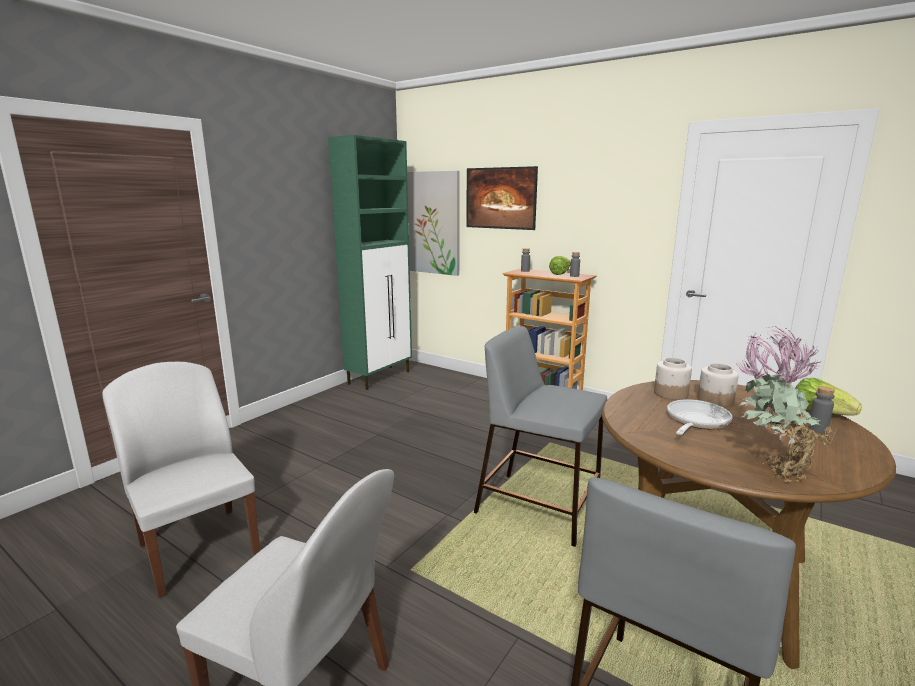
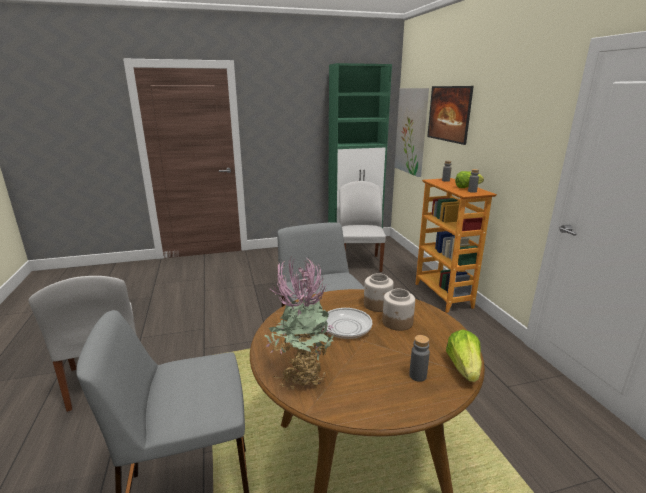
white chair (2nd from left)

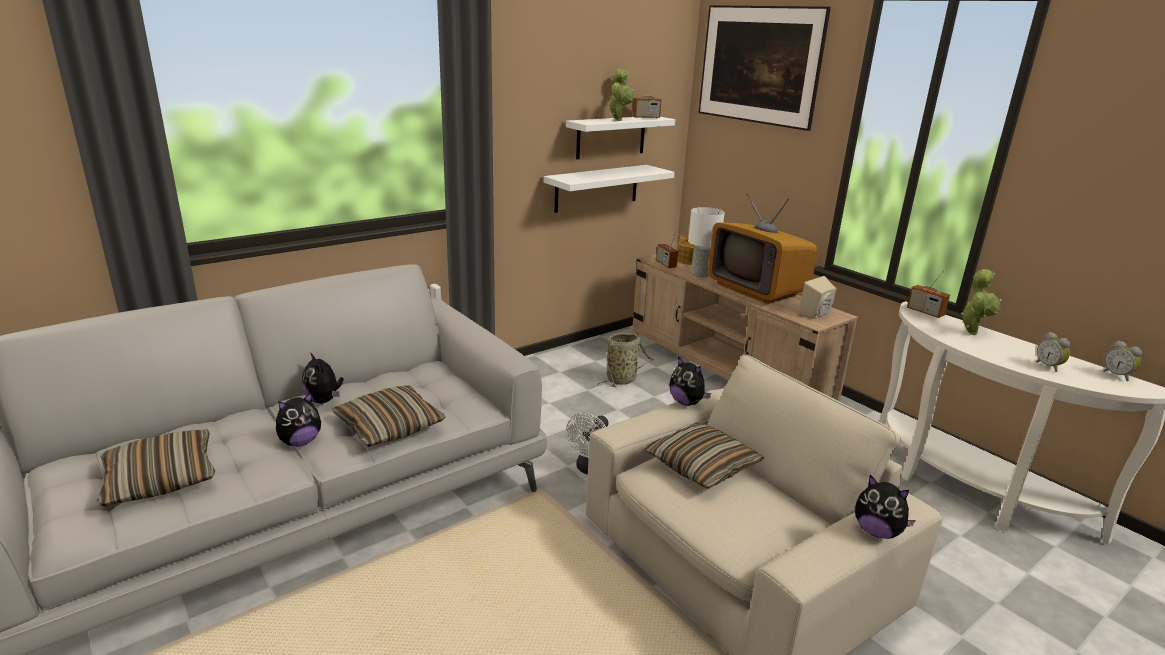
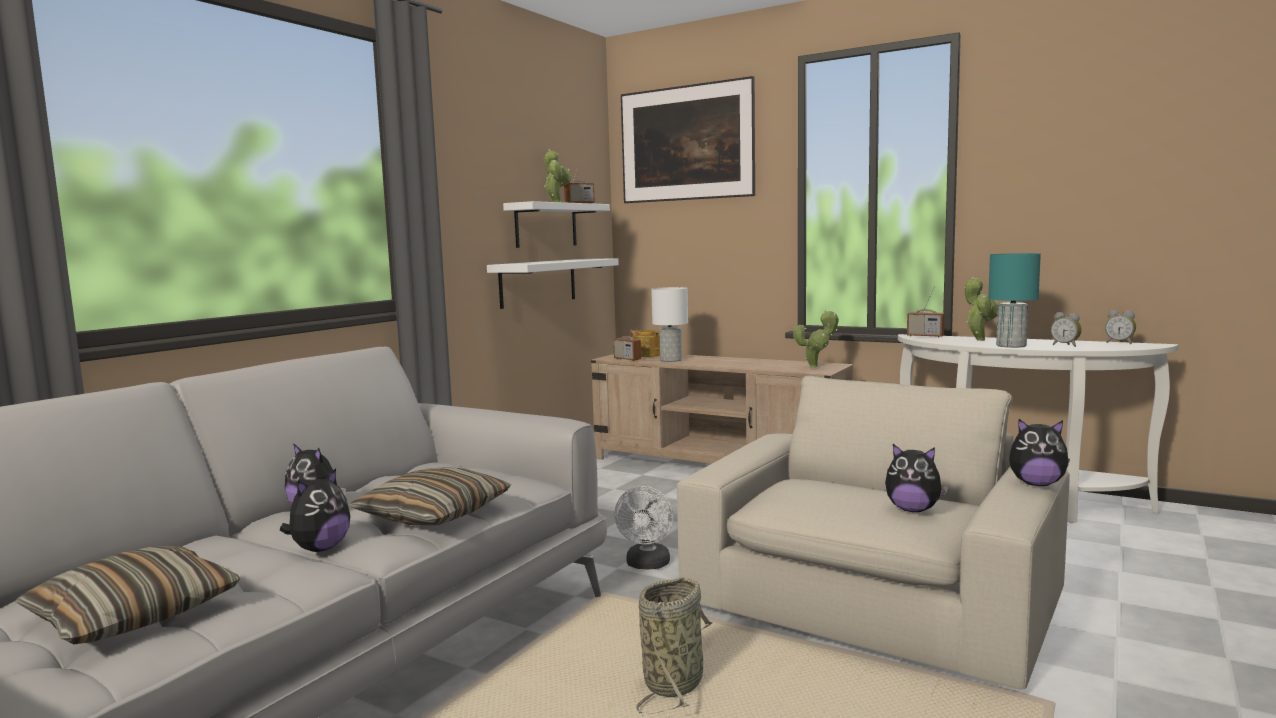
television; potted plant (2nd from left); basket; plush toy (3rd from left); pillow (3rd from left in the first image); turquoise table lamp

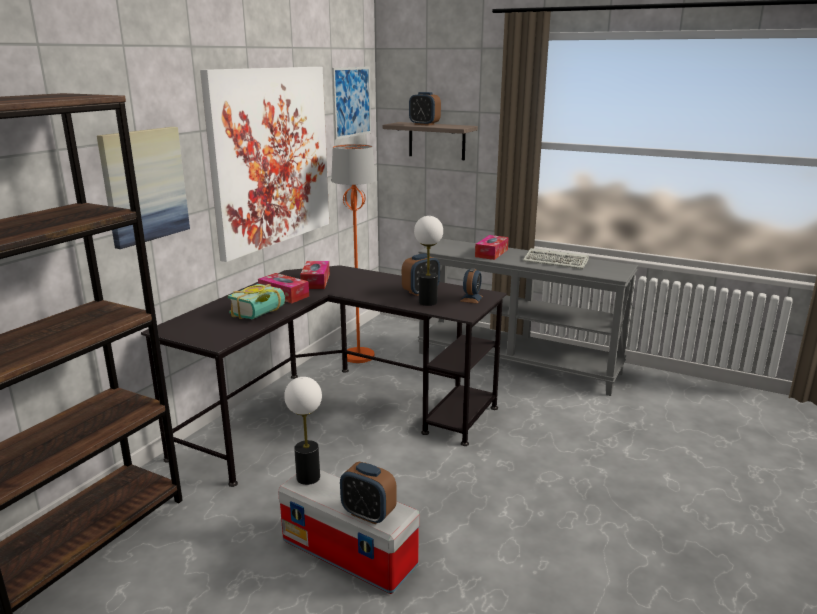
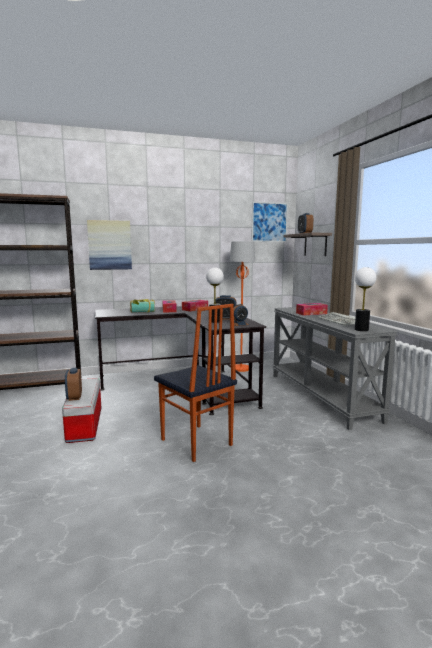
picture (2nd from left in the first image); table lamp (2nd from left); chair

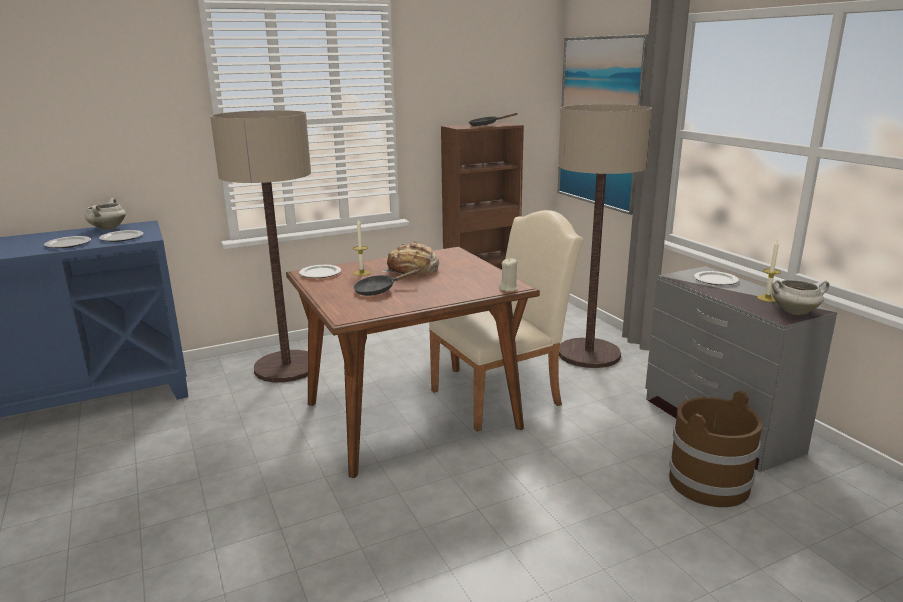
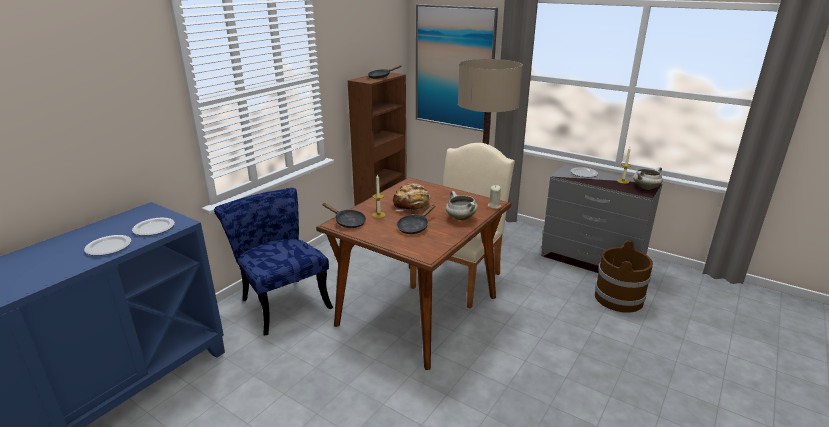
blue chair; white cooking pot (1st from left); black frying pan (1st from left)

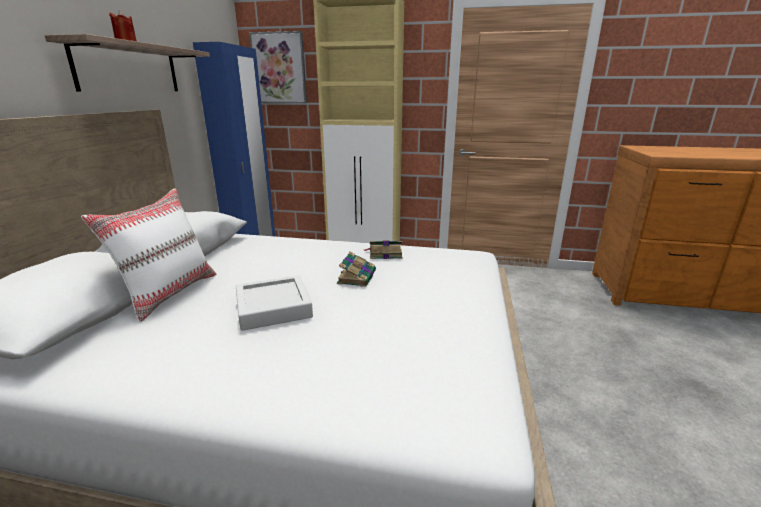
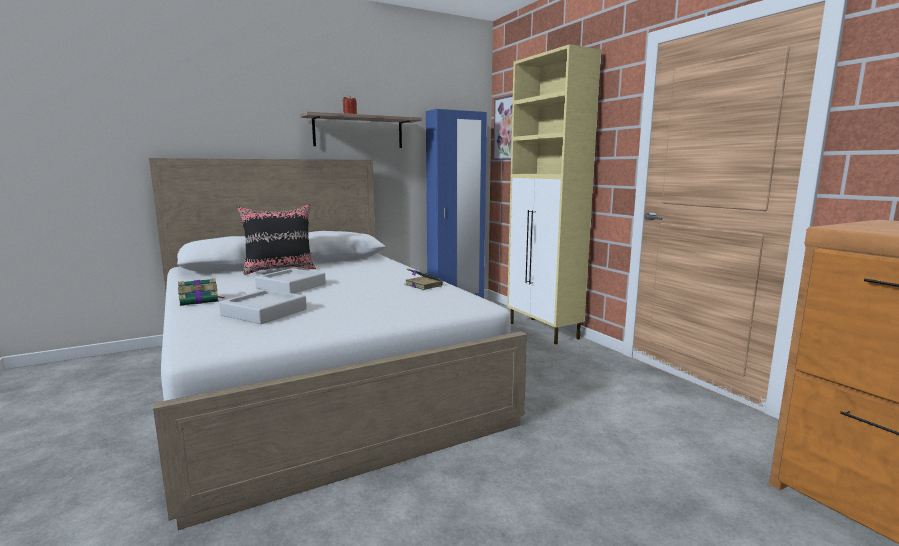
black pillow; book (1st from left); grey tray (1st from left)

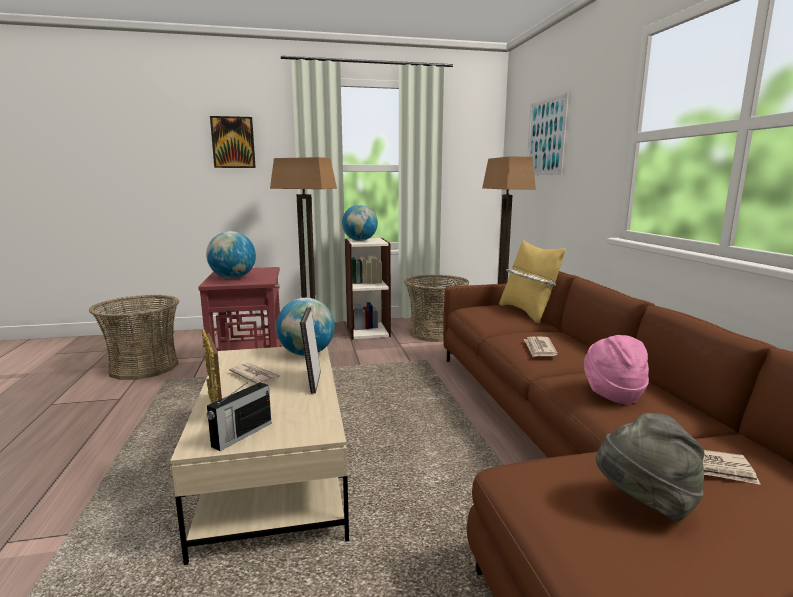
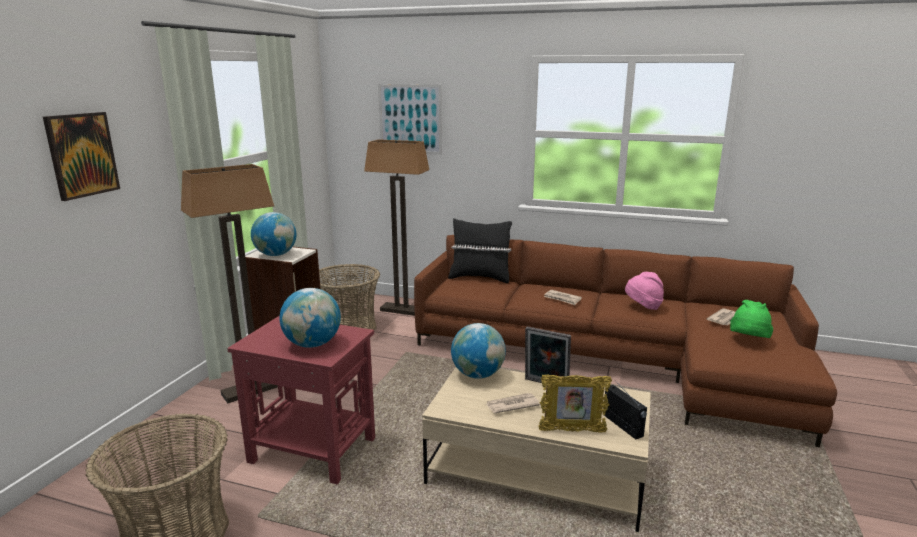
black pillow; green hat

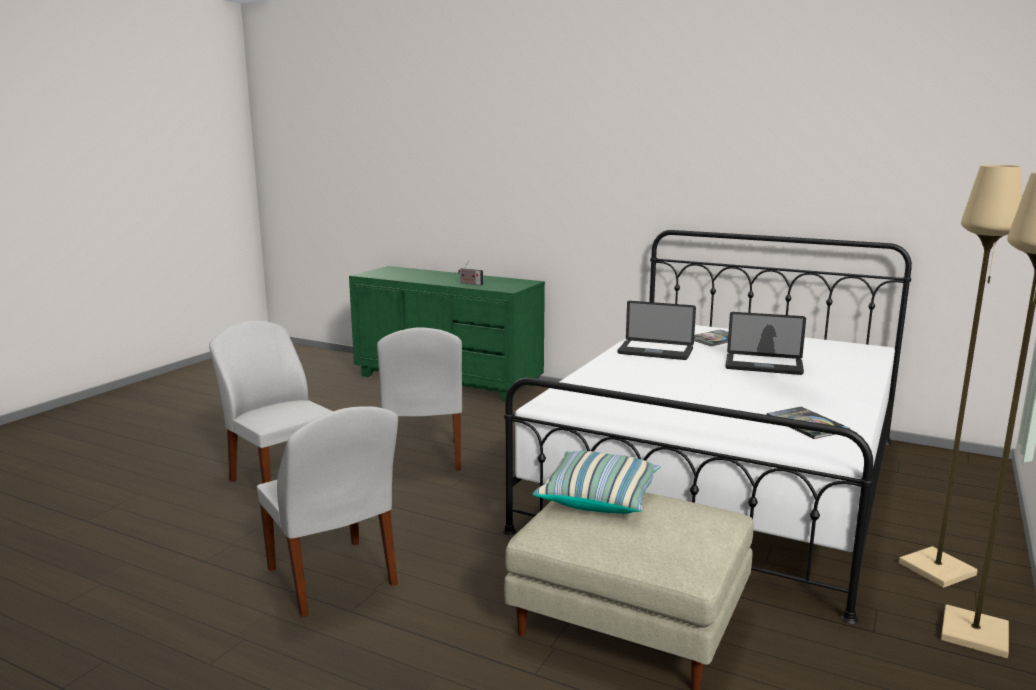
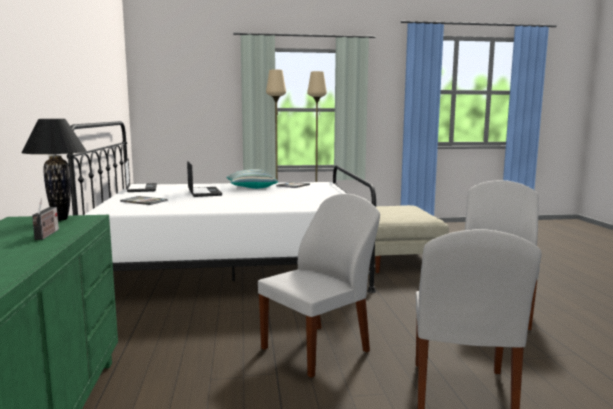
laptop (1st from left); pillow; black table lamp

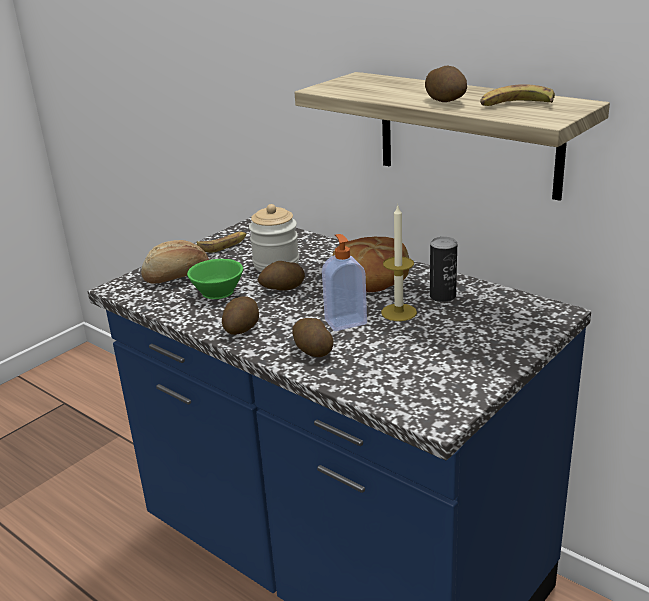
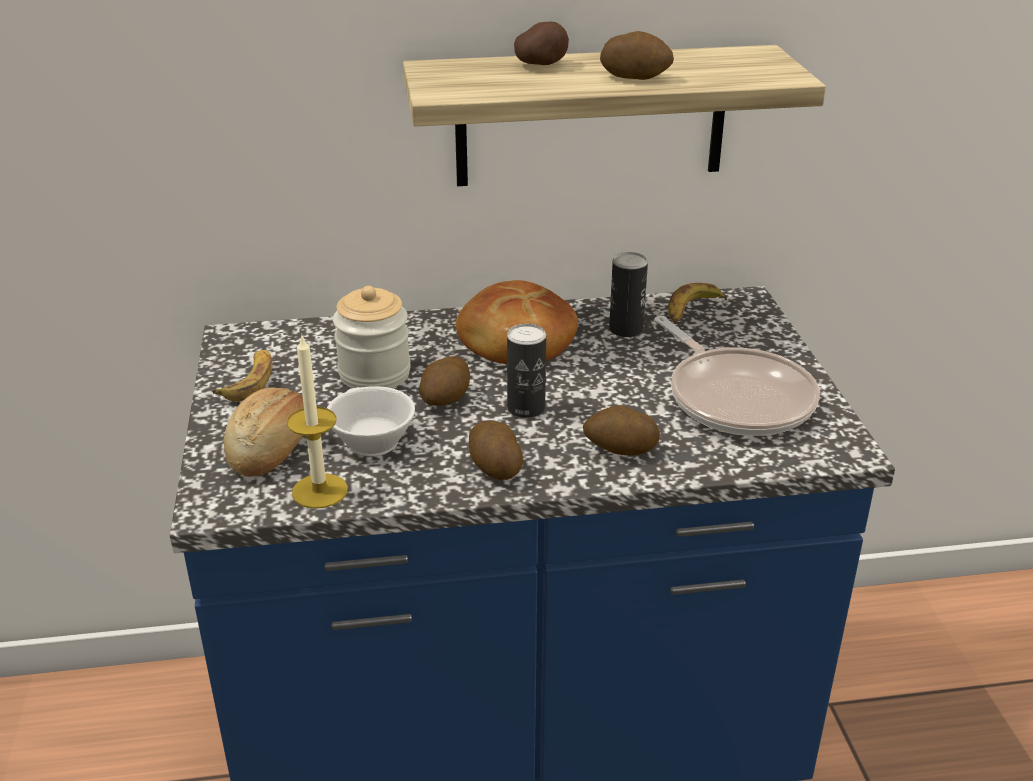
banana (2nd from left); candle; soap dispenser; white cup; potato (3rd from left); frying pan; can (1st from left)

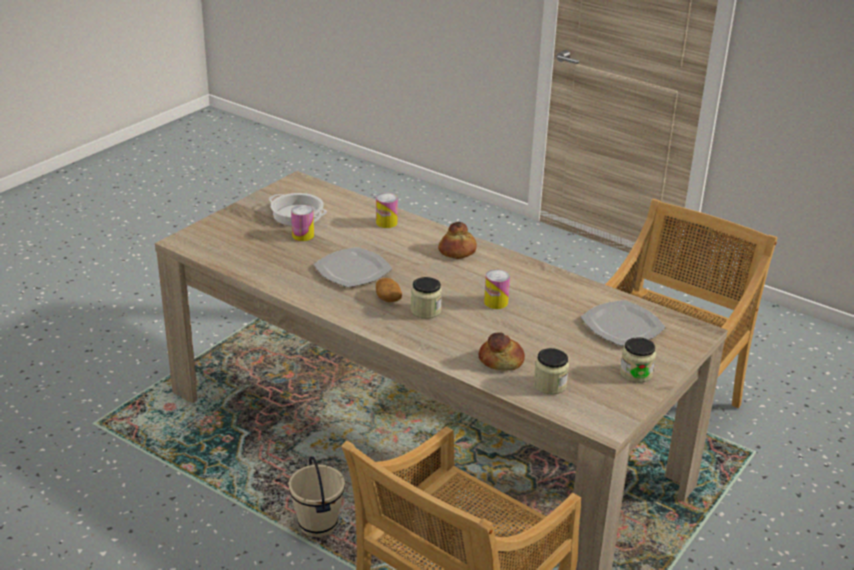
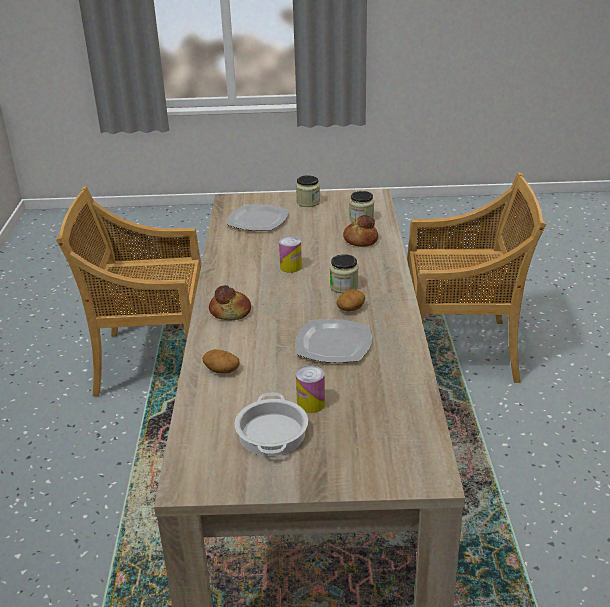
potato (1st from left); beige bucket

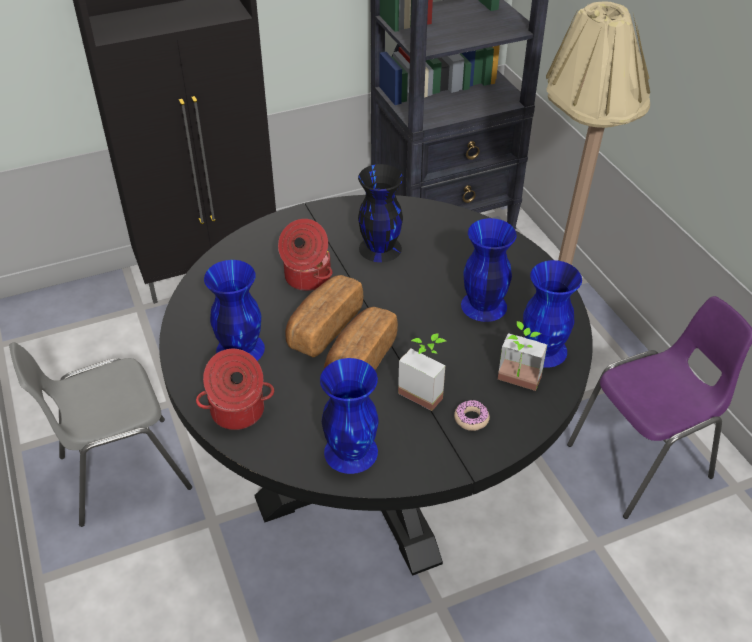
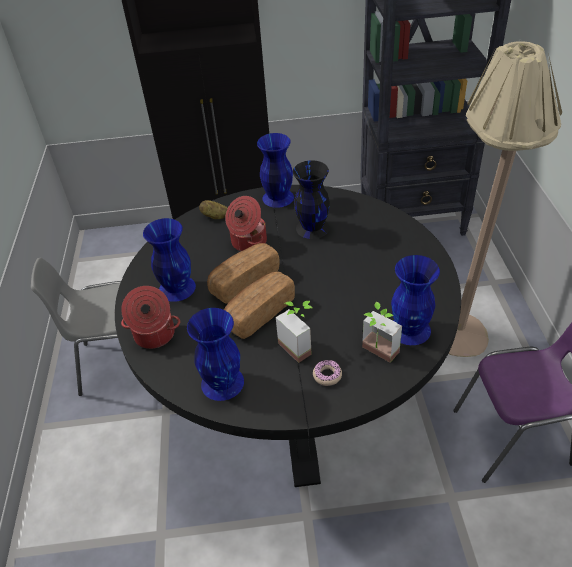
blue vase (3rd from left); potato

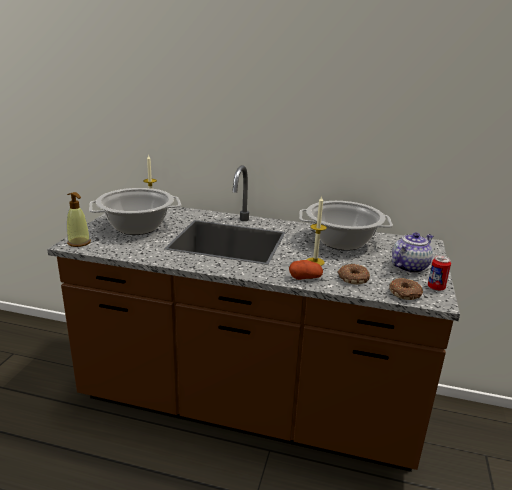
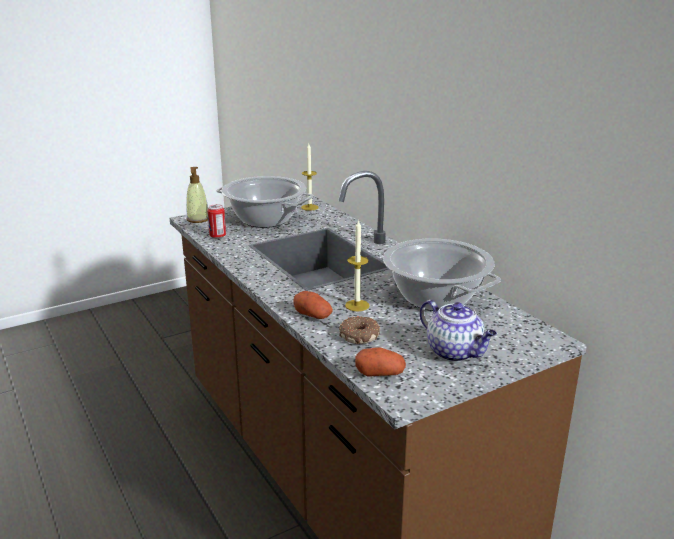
teapot; can; potato (2nd from left)

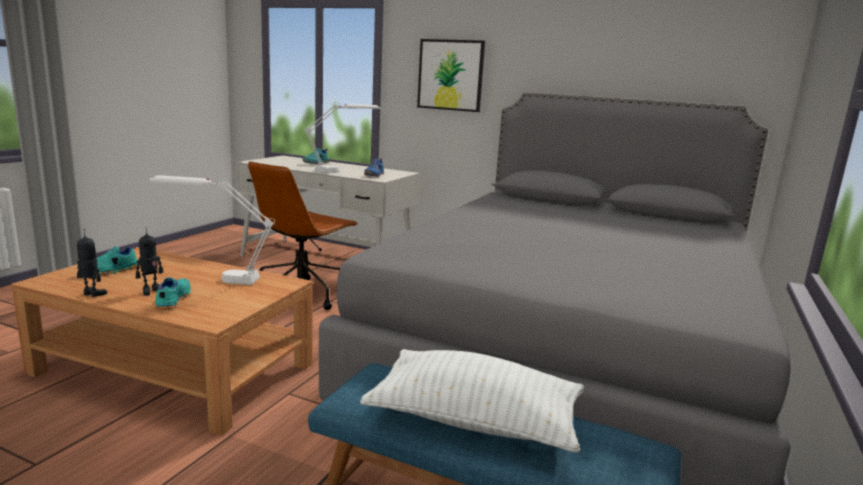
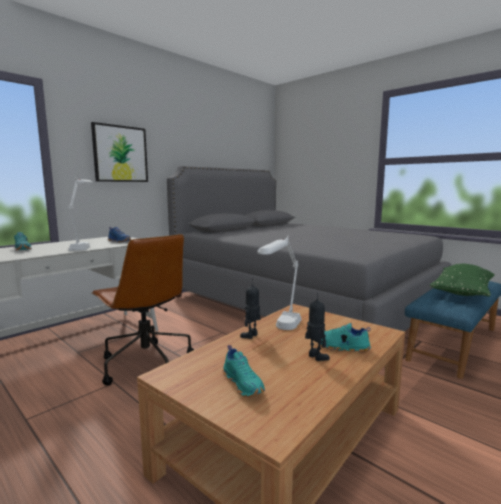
toy robot (1st from left); green pillow

